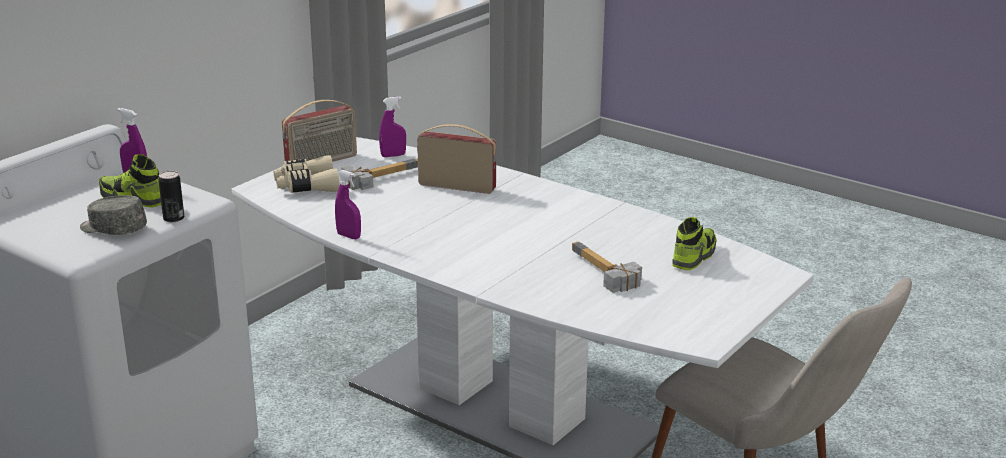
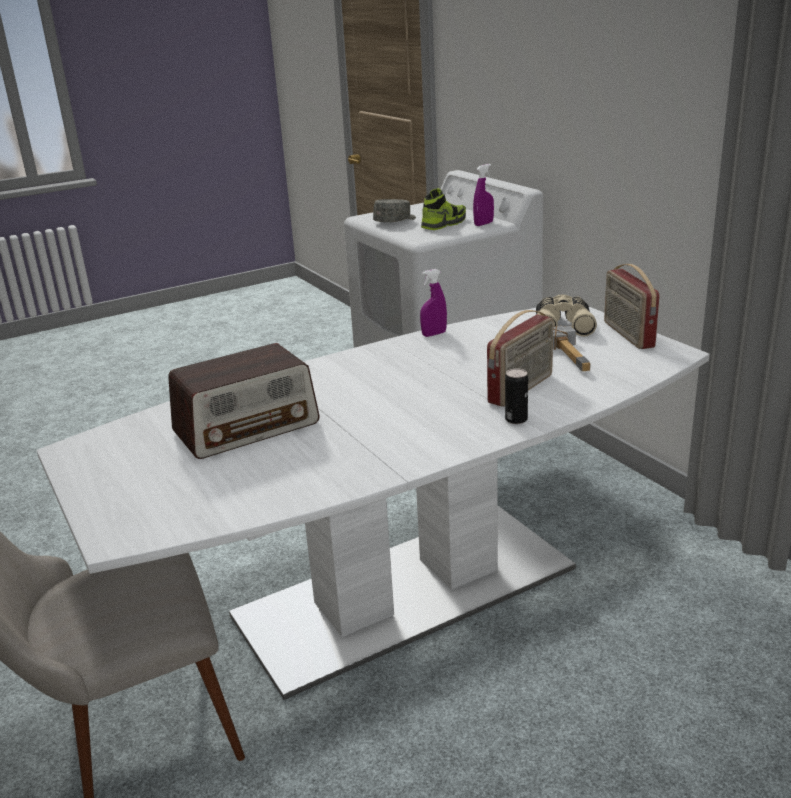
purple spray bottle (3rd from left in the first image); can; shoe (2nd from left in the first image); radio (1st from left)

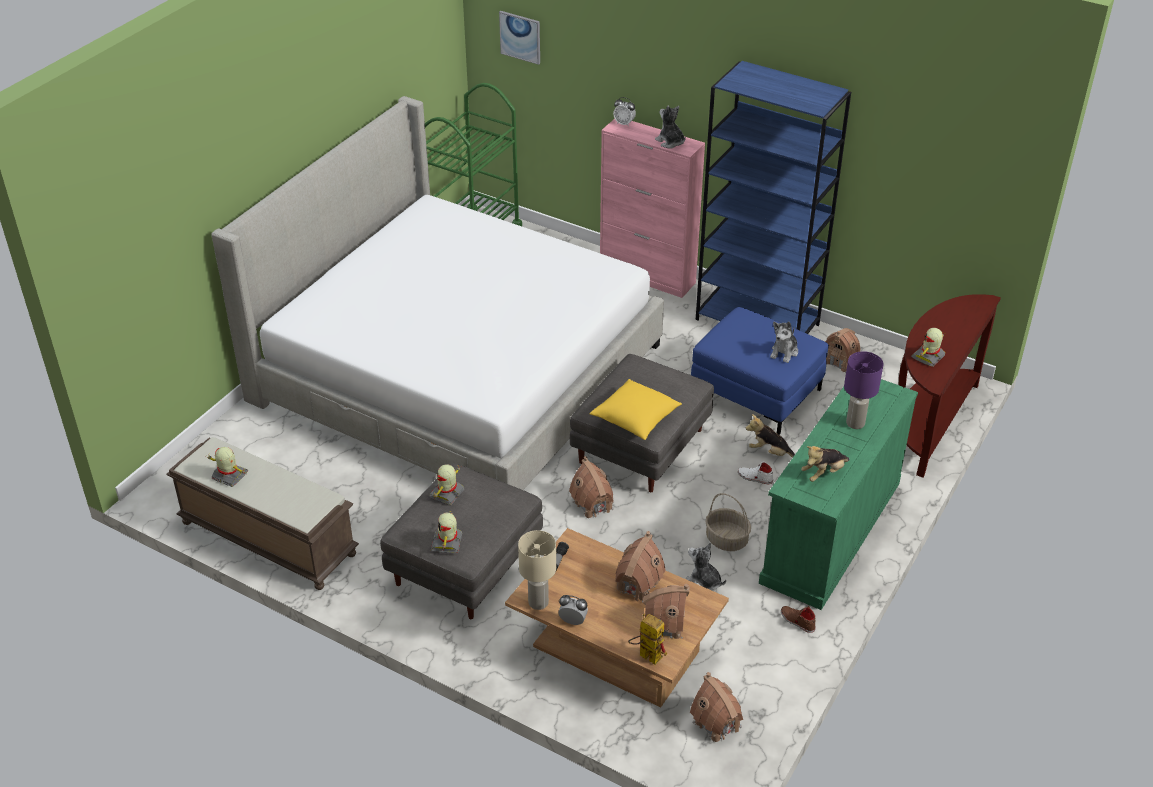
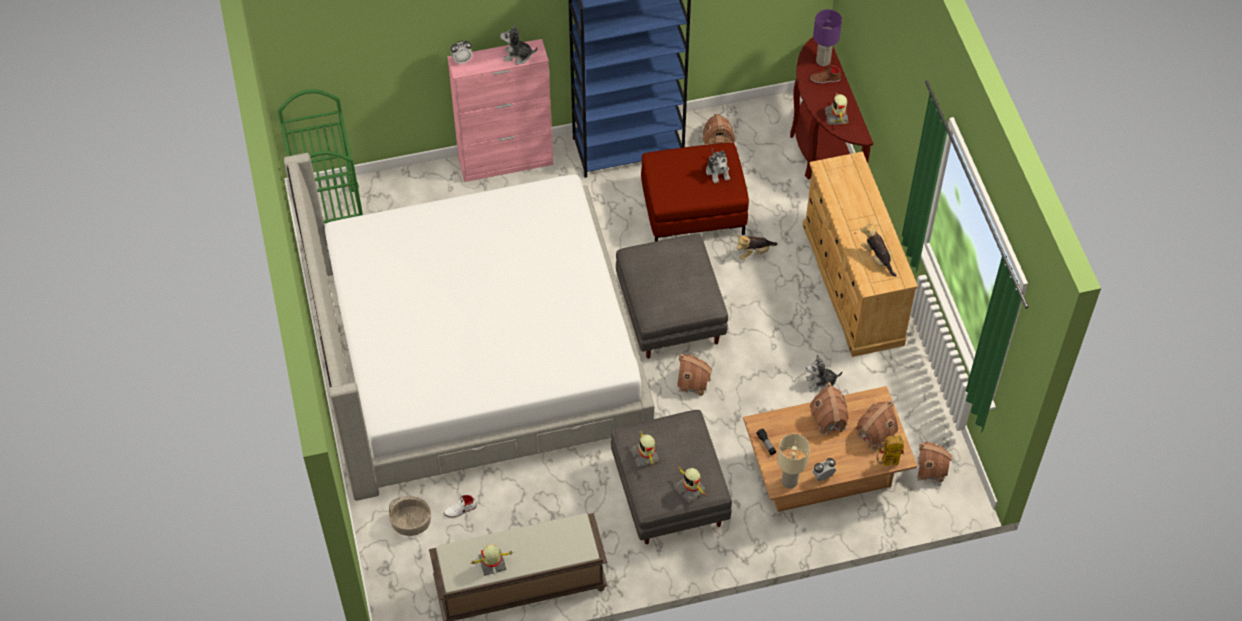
picture; red ottoman; purple table lamp; yellow pillow; beige dresser; plush toy (5th from left); white shoe; basket; brown shoe

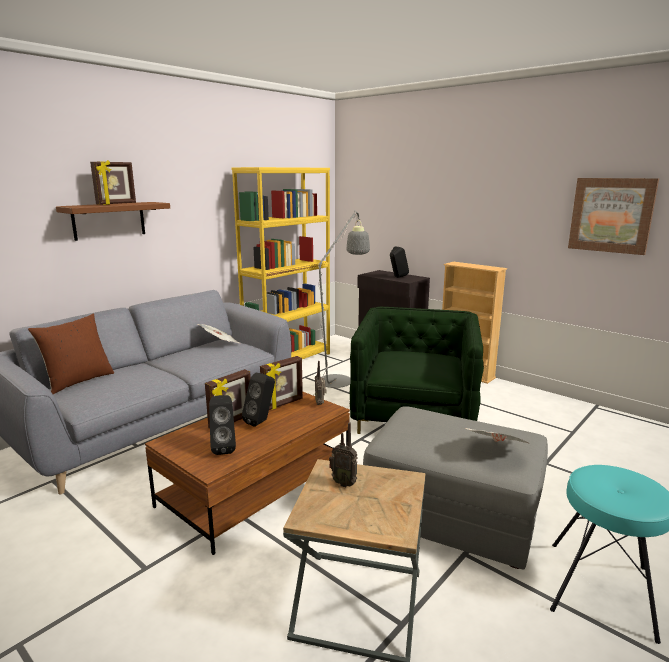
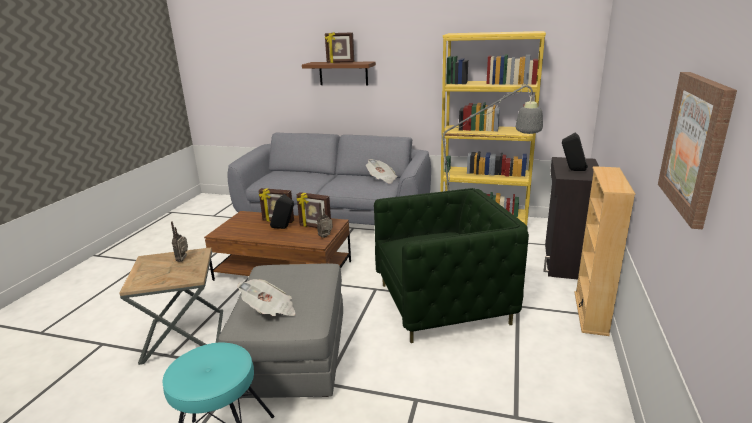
brown pillow; black speaker (1st from left in the first image)

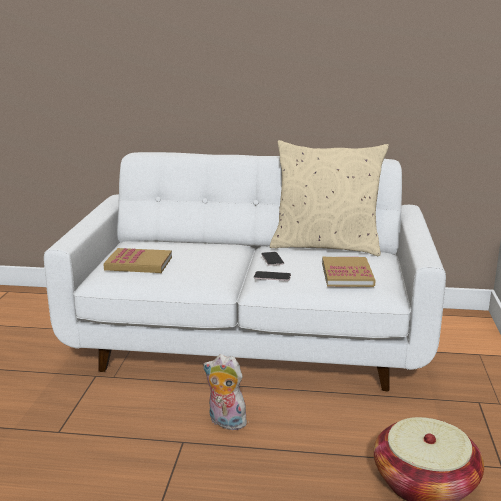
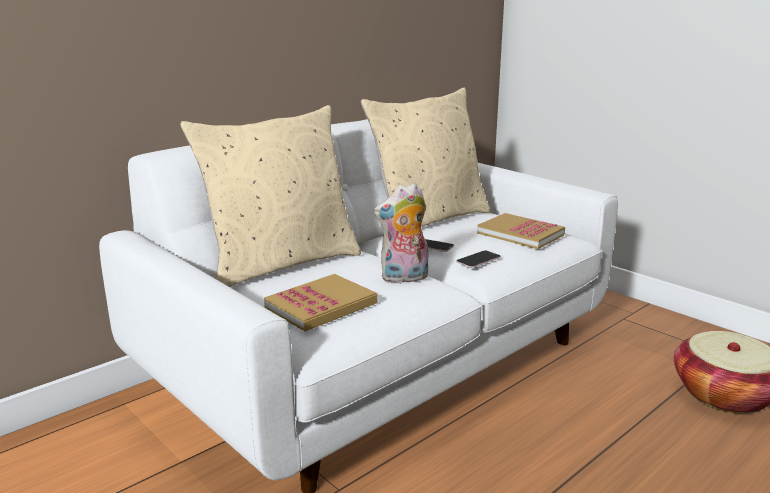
plush toy; beige pillow (1st from left)

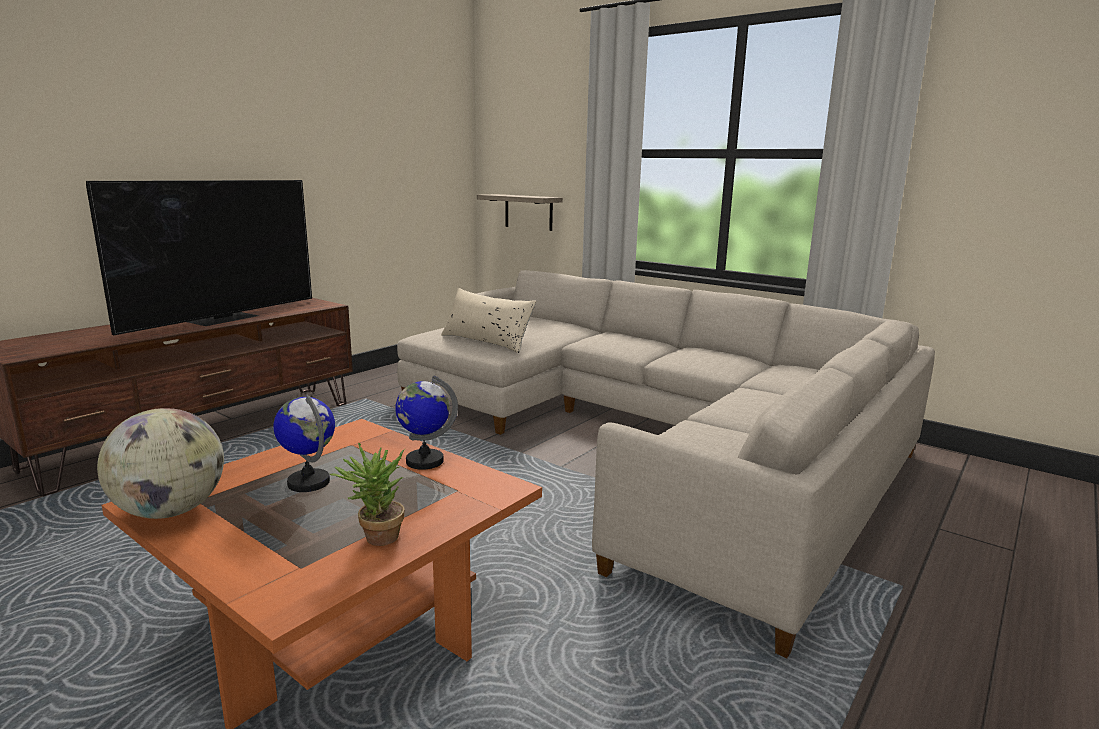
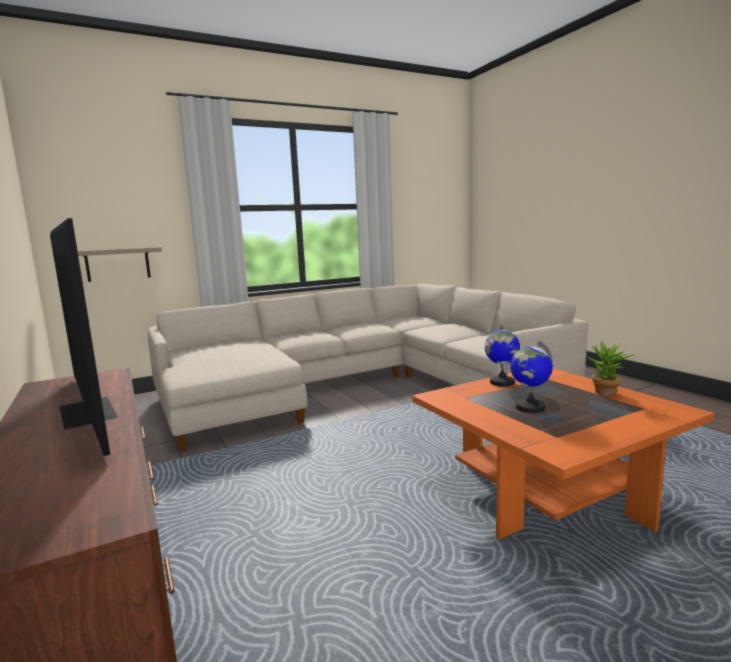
beige pillow; globe (1st from left in the first image)

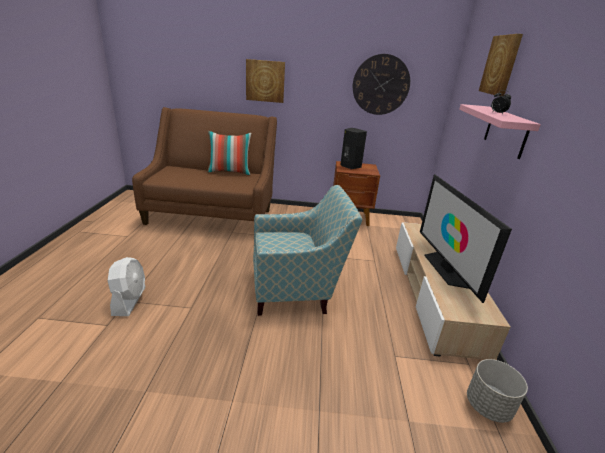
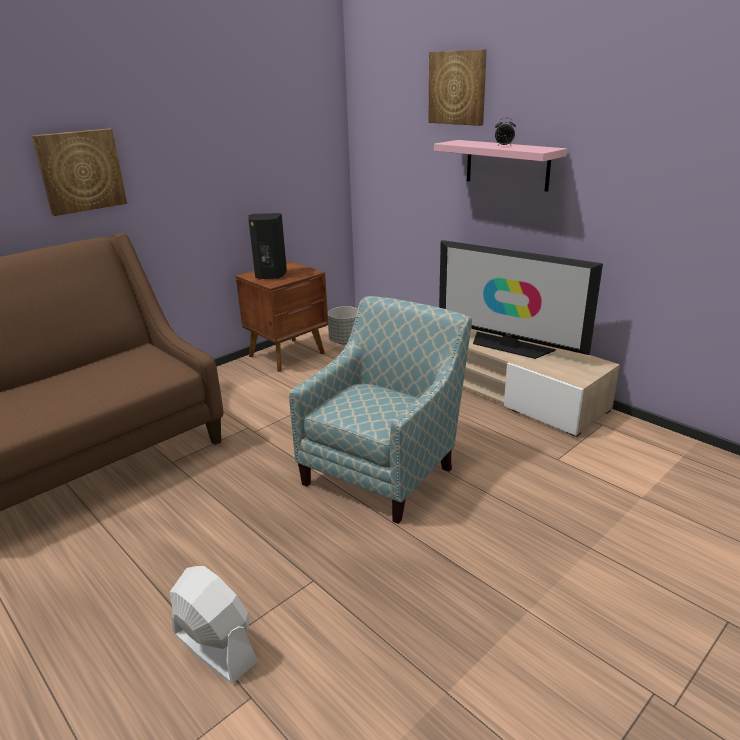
wall clock; pillow; grey planter

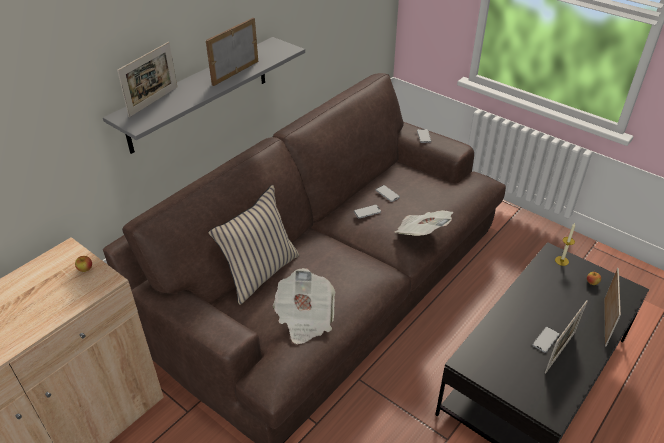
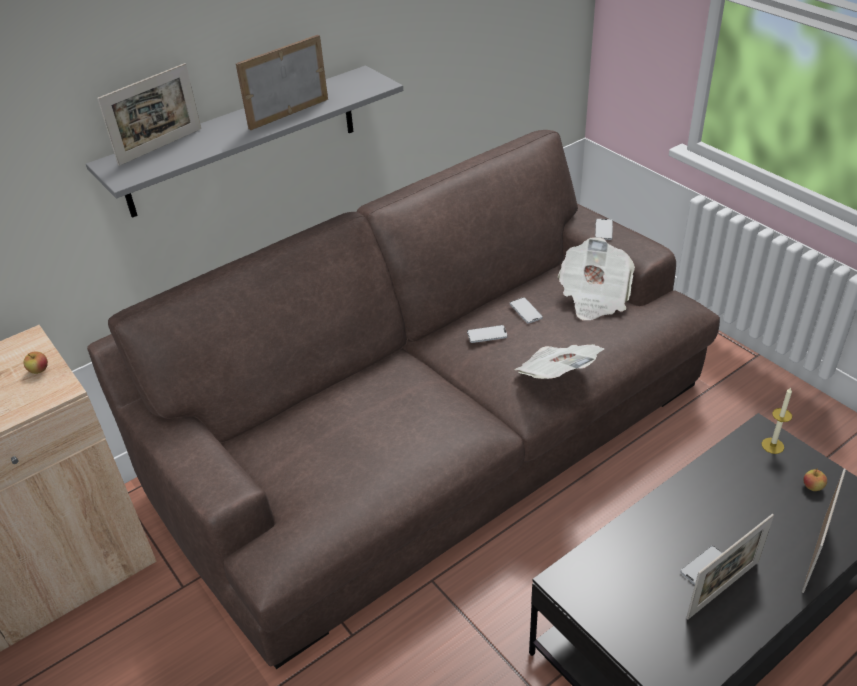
beige pillow; newspaper (2nd from left)

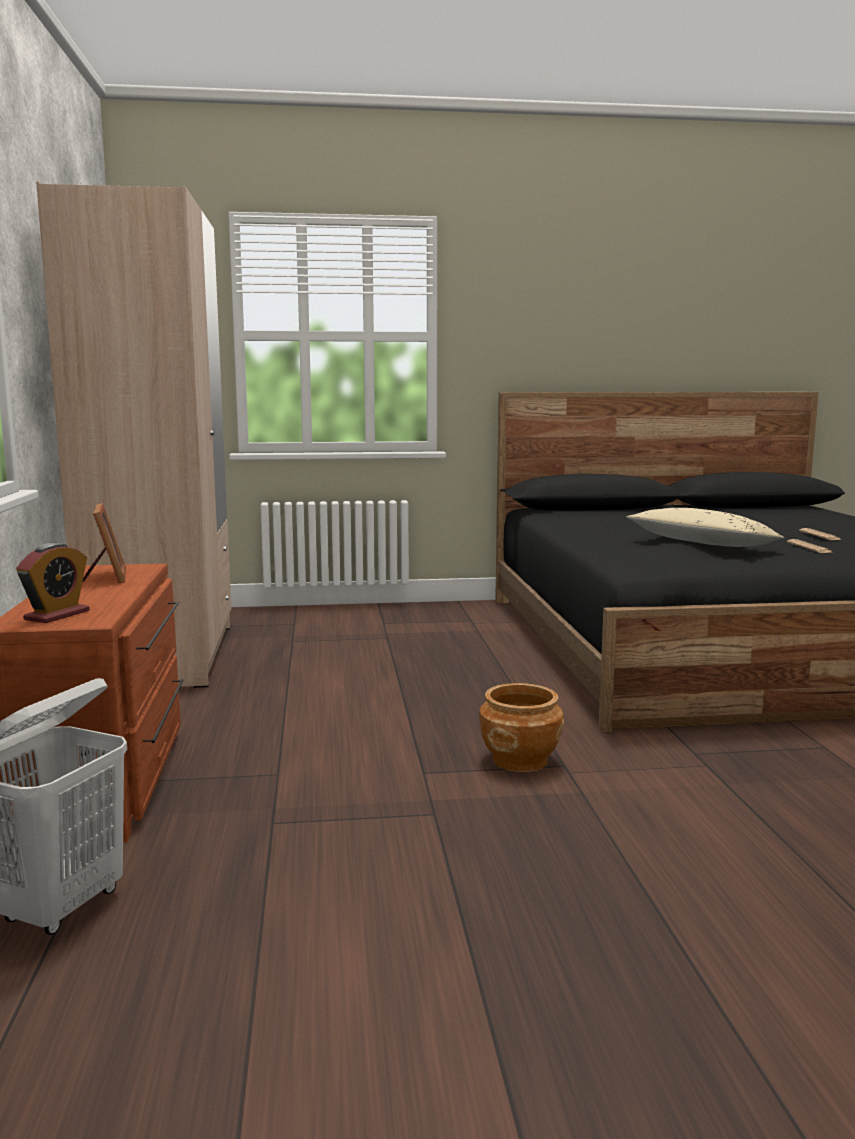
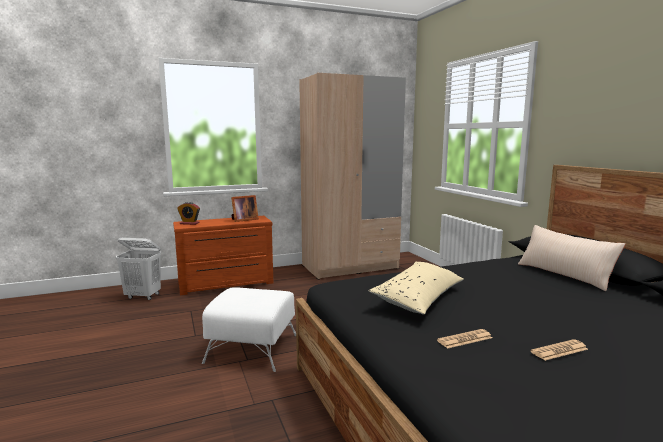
white ottoman; beige pillow (2nd from left)

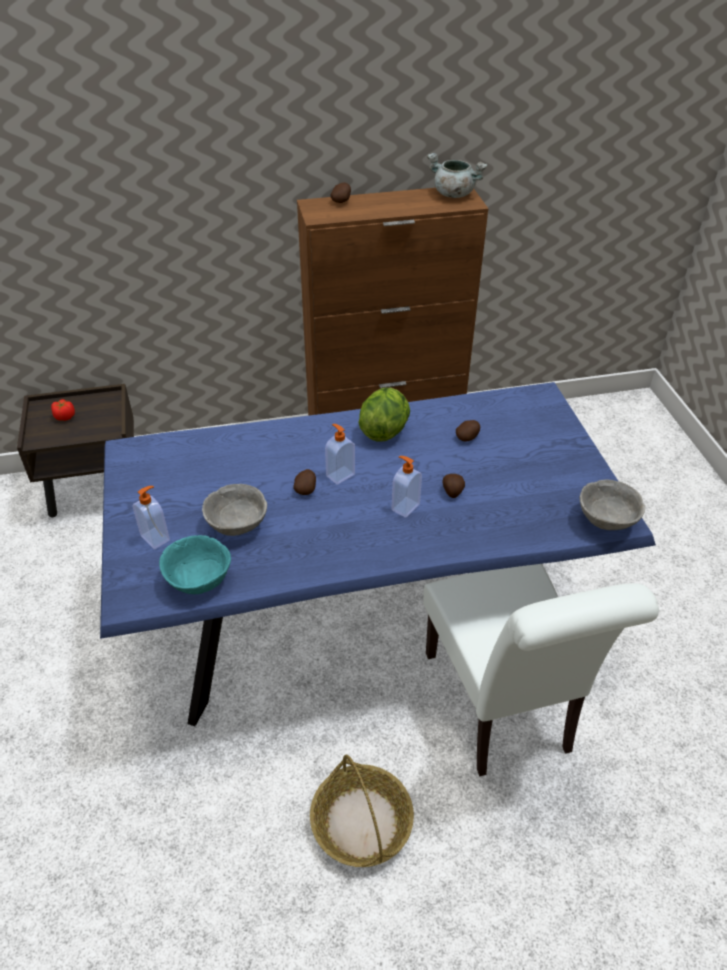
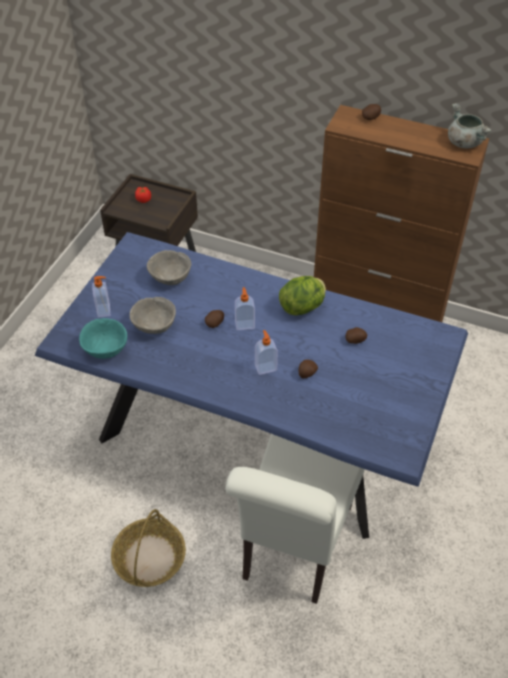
grey bowl (2nd from left)

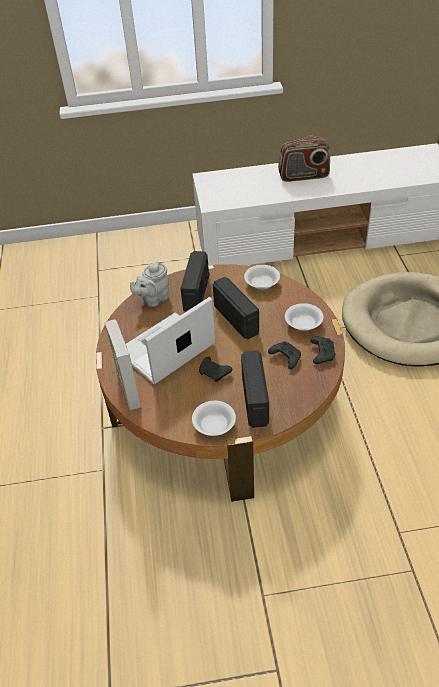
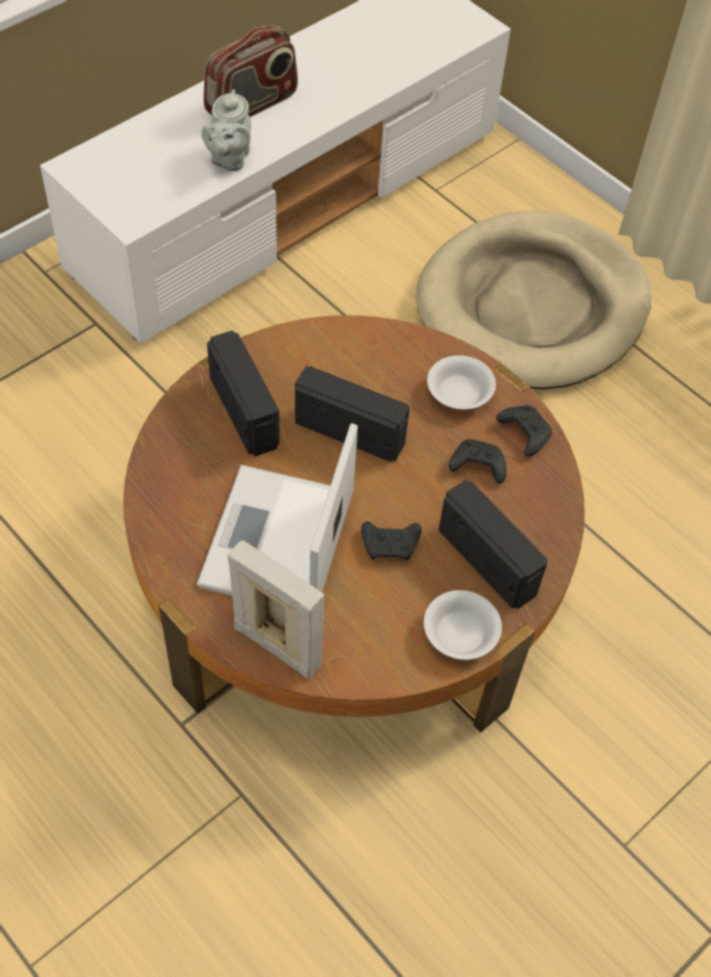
grey teapot; white bowl (2nd from left in the first image)

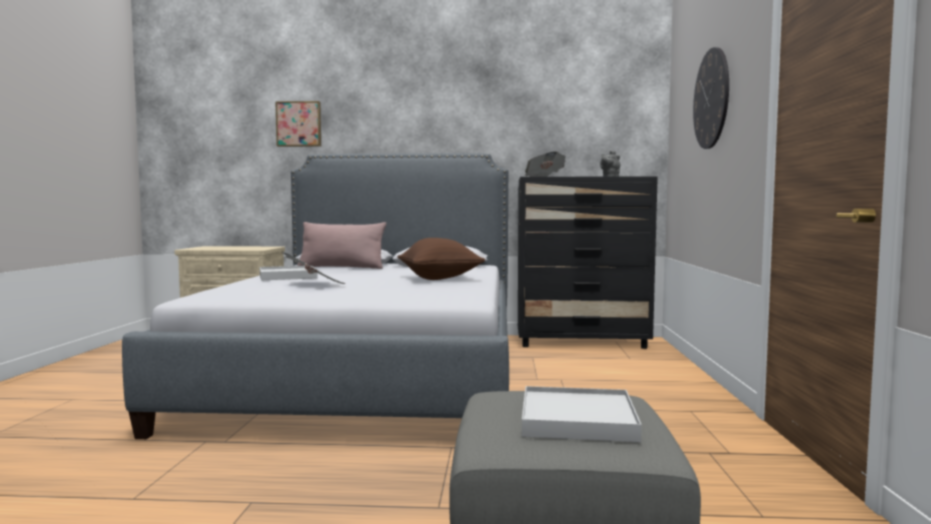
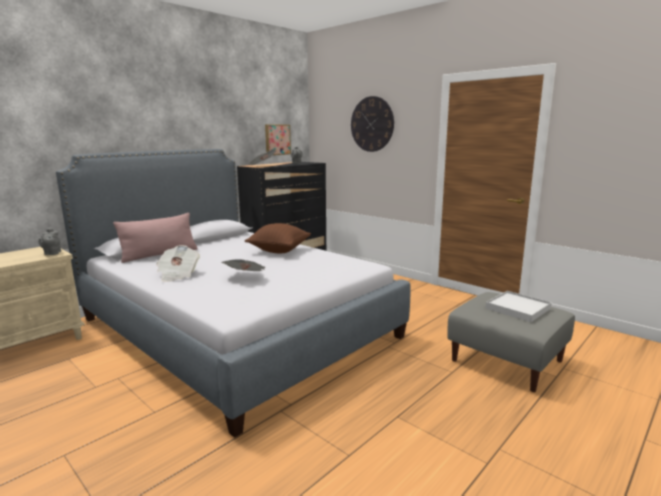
picture; newspaper (1st from left); grey teapot (1st from left)

